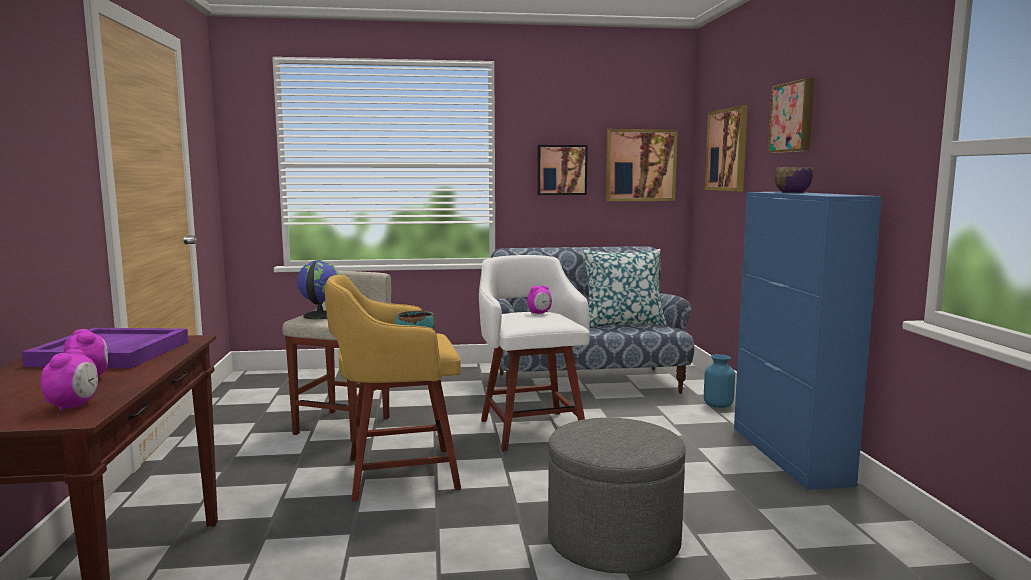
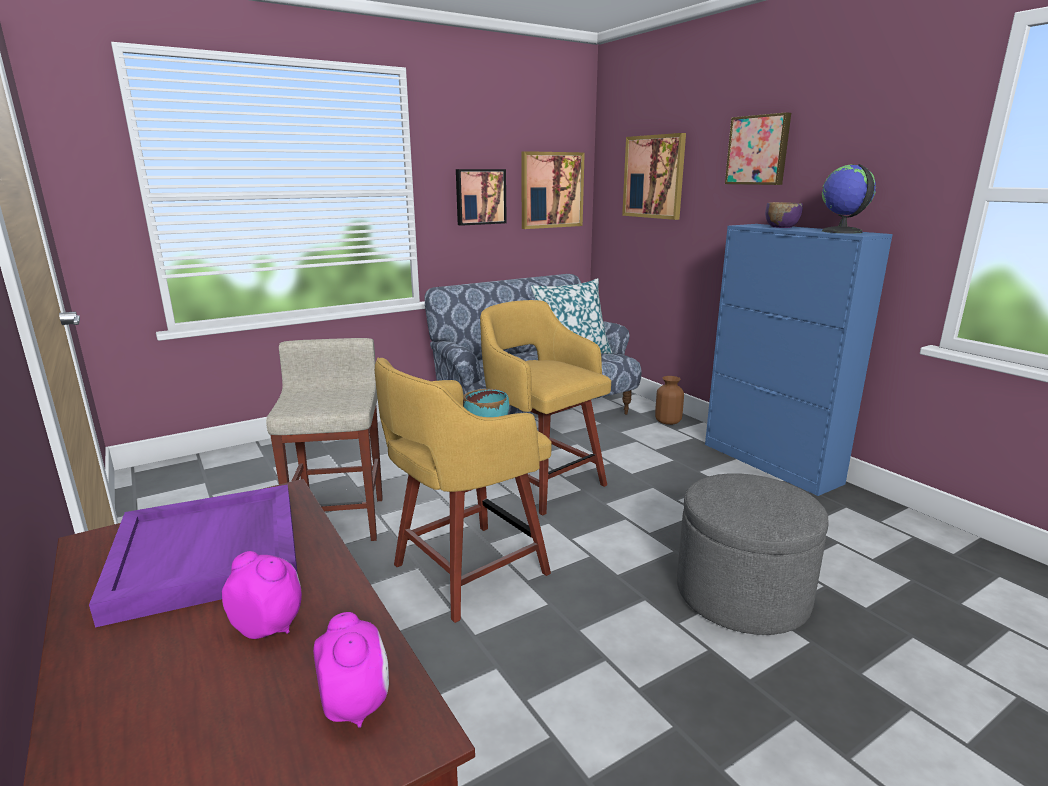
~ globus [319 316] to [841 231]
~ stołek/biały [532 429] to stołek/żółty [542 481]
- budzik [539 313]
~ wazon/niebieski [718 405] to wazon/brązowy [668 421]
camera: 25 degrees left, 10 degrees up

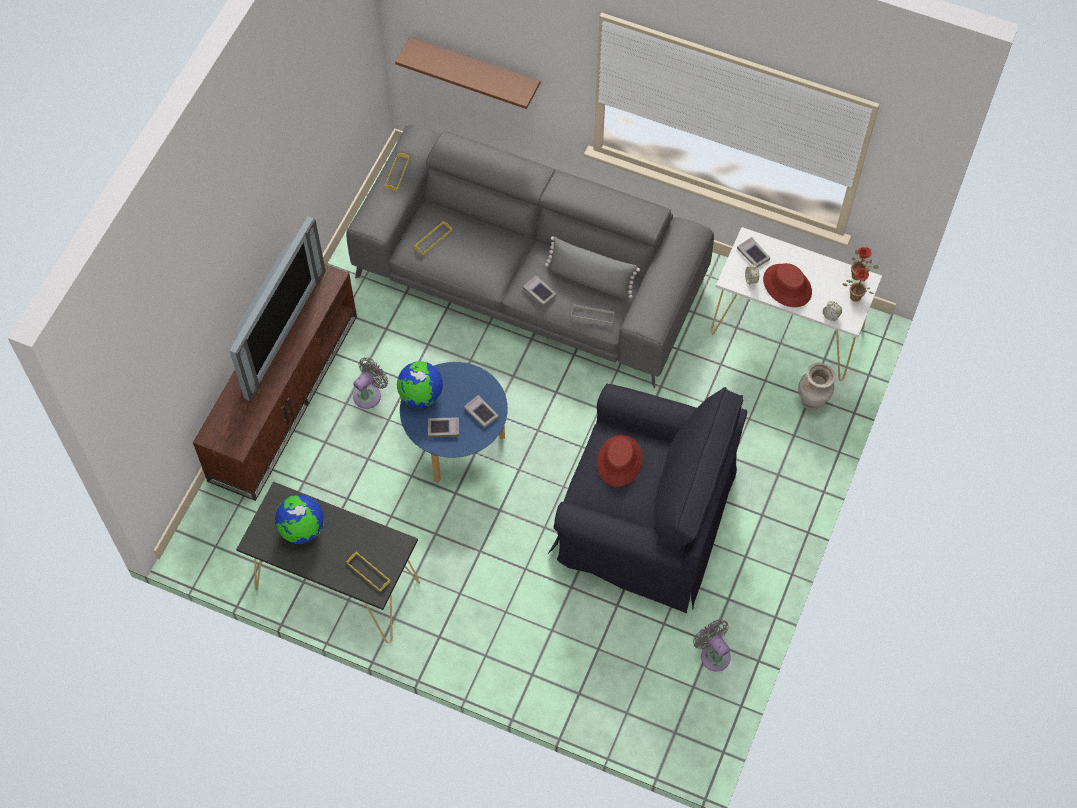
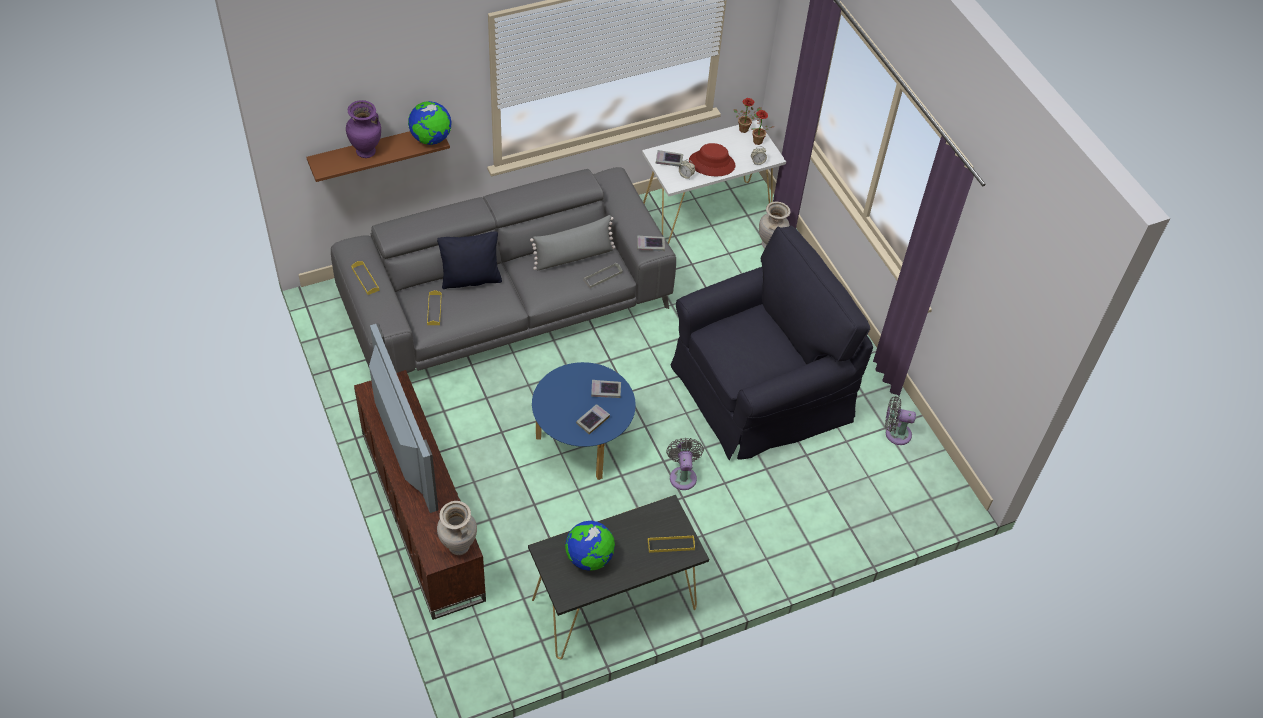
~ wentylator/szary [369 394] to [683 475]
~ globus [421 395] to [431 139]
~ książka [539 292] to [650 245]
- kapelusz/czerwony [619 461]
+ wazon/fioletowy [366 152]
+ poduszka/czarny [471 279]
+ wazon/beżowy [458 547]
camera: 50 degrees left, 10 degrees down

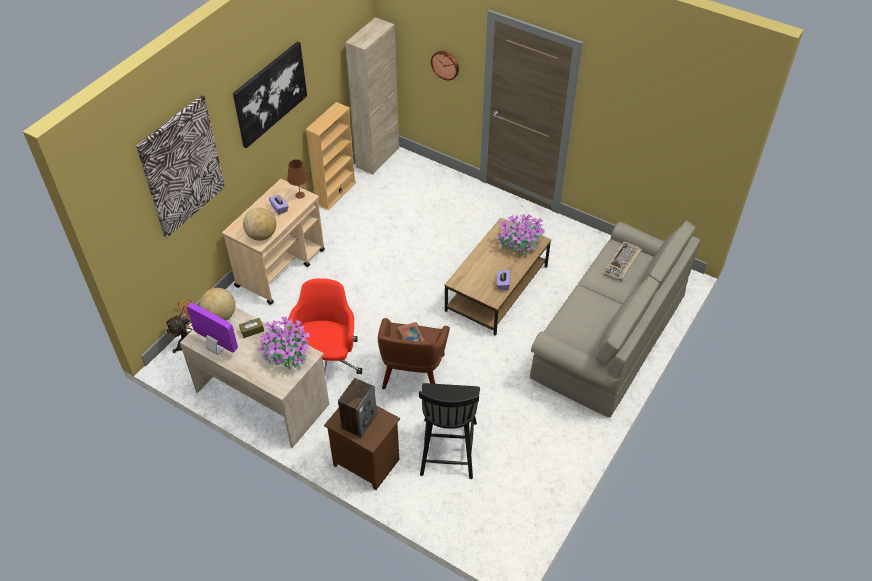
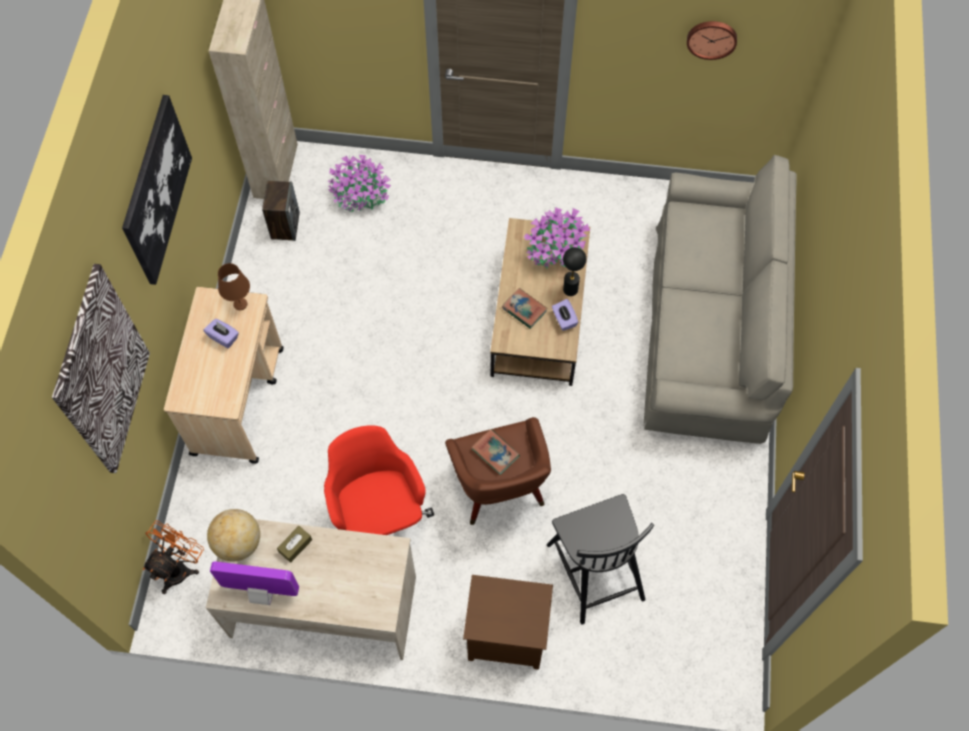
- globus [262 235]
~ roślina doniczkowa [287 354] to [360 196]
- regał/beżowy [335 193]
~ głośnik [359 421] to [285 225]
~ zegar ścienny [445 64] to [711 38]
- klawiatura [622 263]
+ książka [524 310]
+ lampa stołowa/czarny [570 289]
camera: 25 degrees left, 15 degrees up

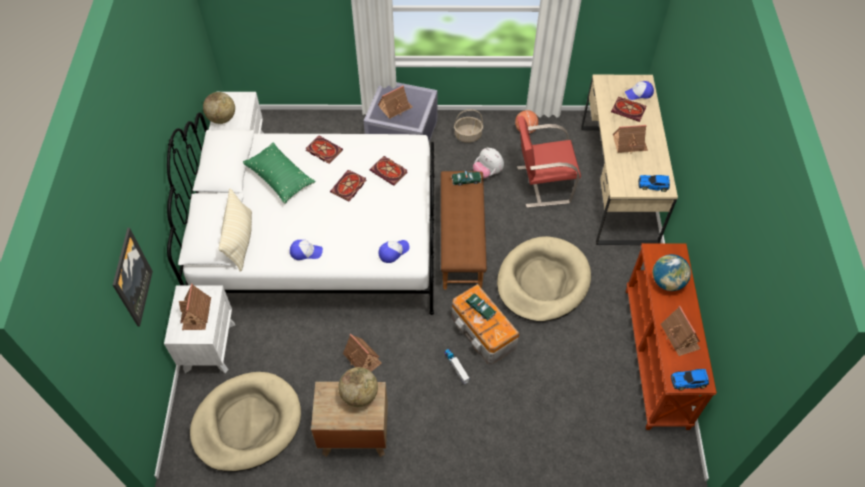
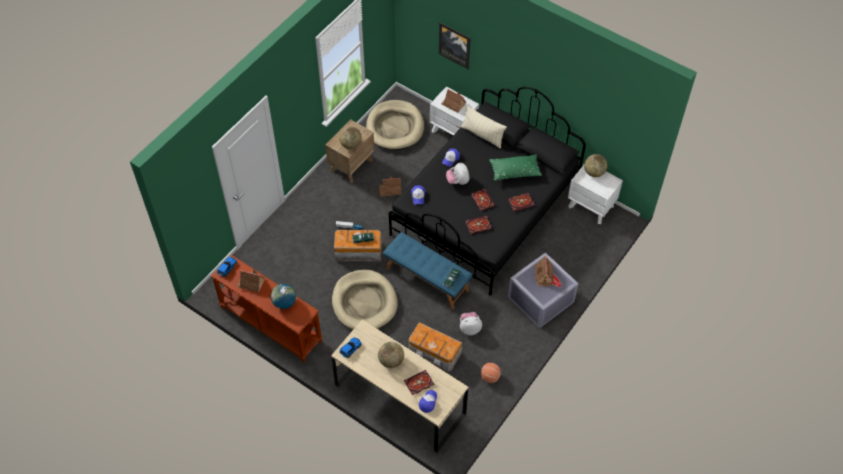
~ łóżko/biały [320 241] to łóżko/czarny [485 210]
~ ławka/brązowy [460 241] to ławka/niebieski [427 279]
- koszyk [468 135]
~ krzesło/czerwony [542 184] to pojemnik do przechowywania [435 353]
~ domek [629 144] to globus [391 361]
+ pluszak [458 181]
camera: 125 degrees right, 0 degrees up

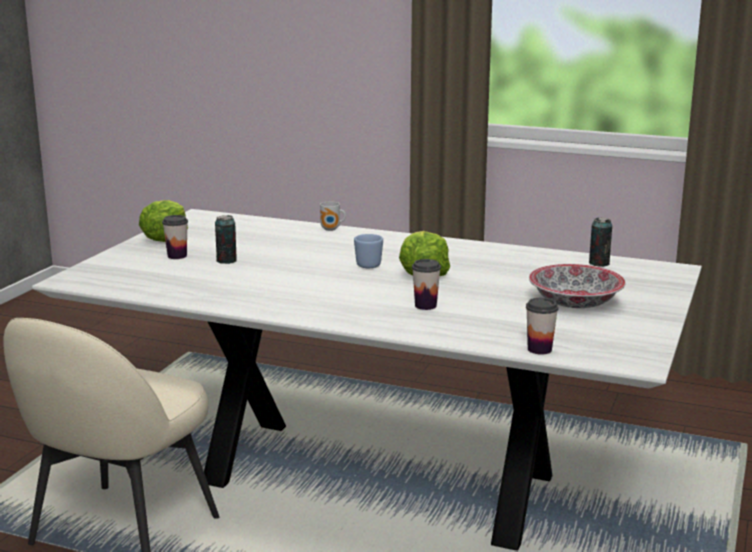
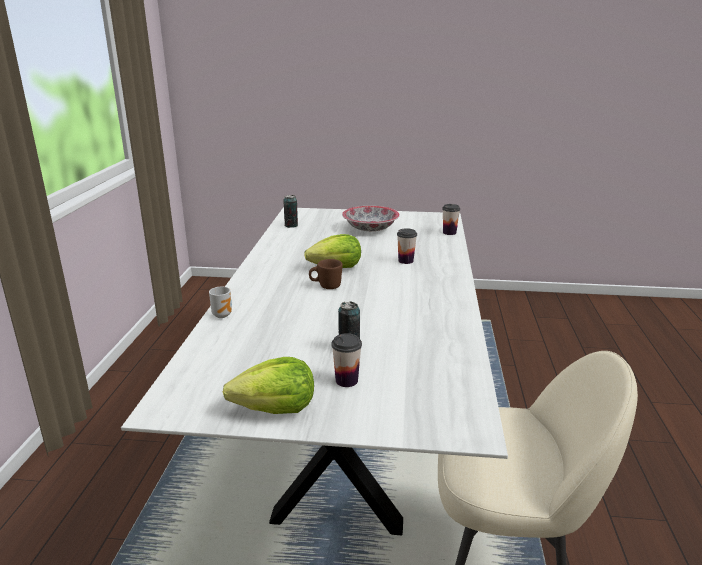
~ kubek/niebieski [369 264] to kubek/brązowy [326 286]
camera: 105 degrees left, 5 degrees up

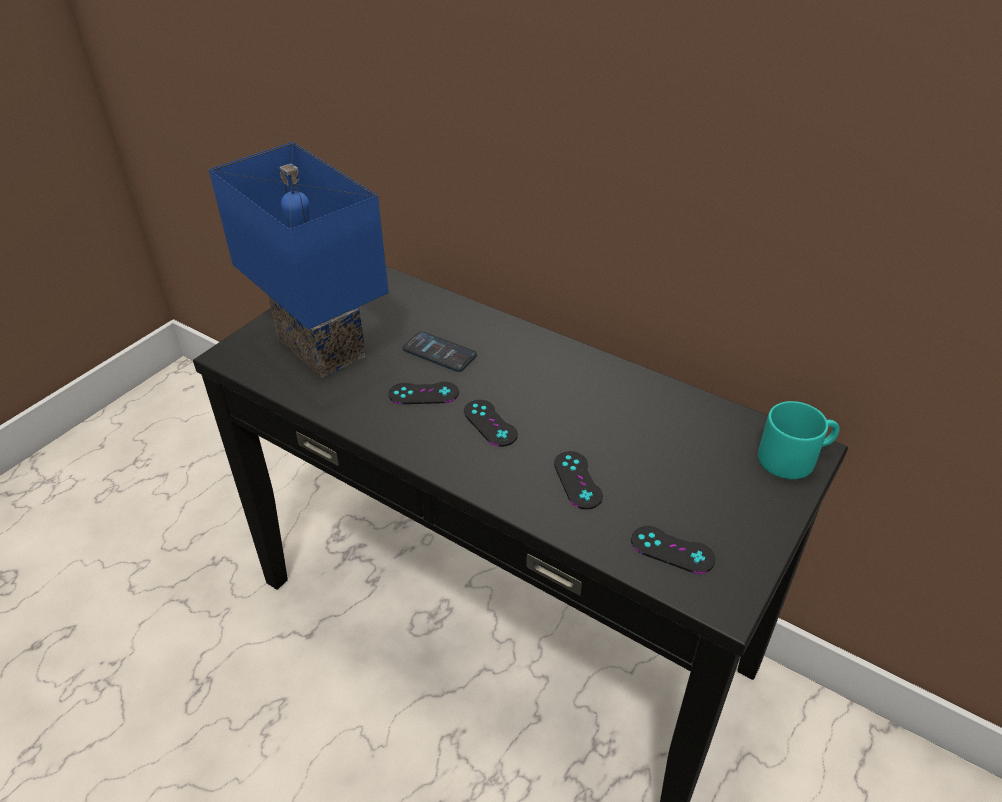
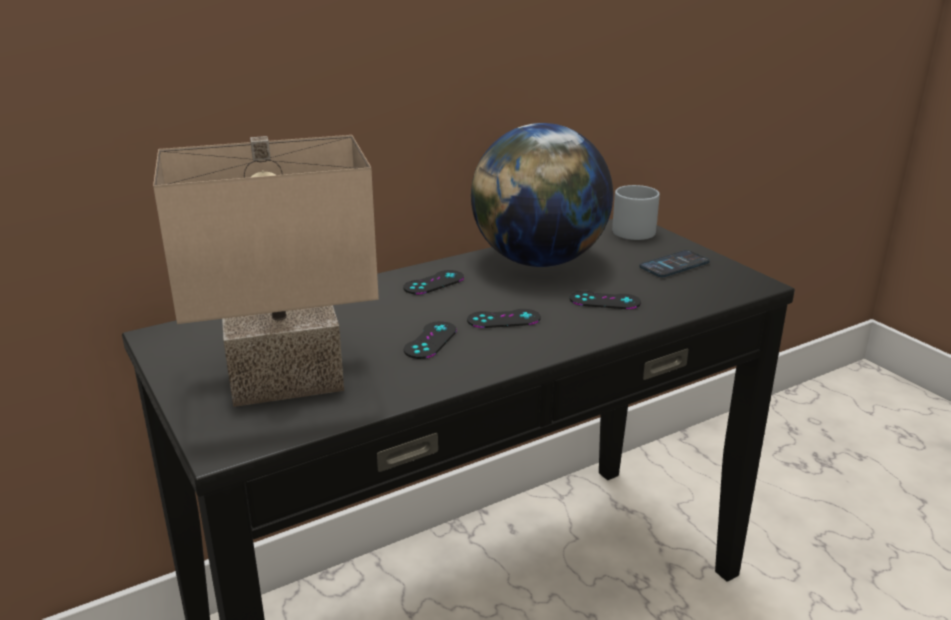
~ lampa stołowa/niebieski [316 348] to lampa stołowa/beżowy [285 385]
~ telefon [439 352] to [674 265]
~ pad do gier/czarny [672 550] to [434 283]
~ kubek/turkusowy [794 457] to kubek/szary [633 229]
+ globus [539 261]
camera: 65 degrees left, 15 degrees down

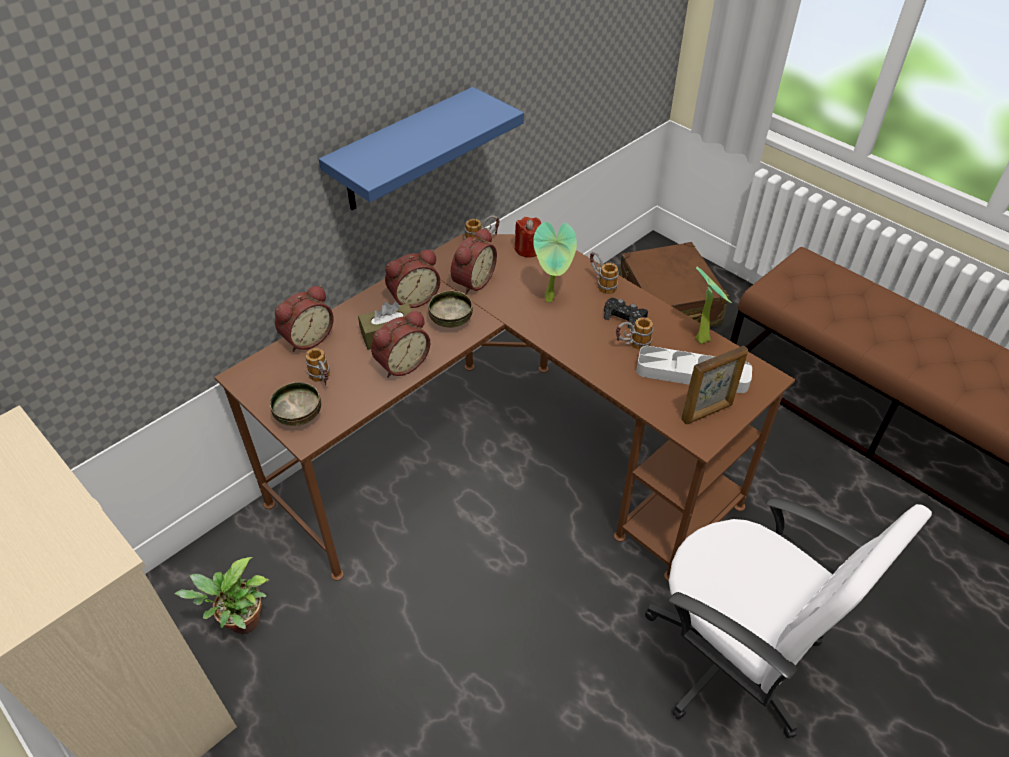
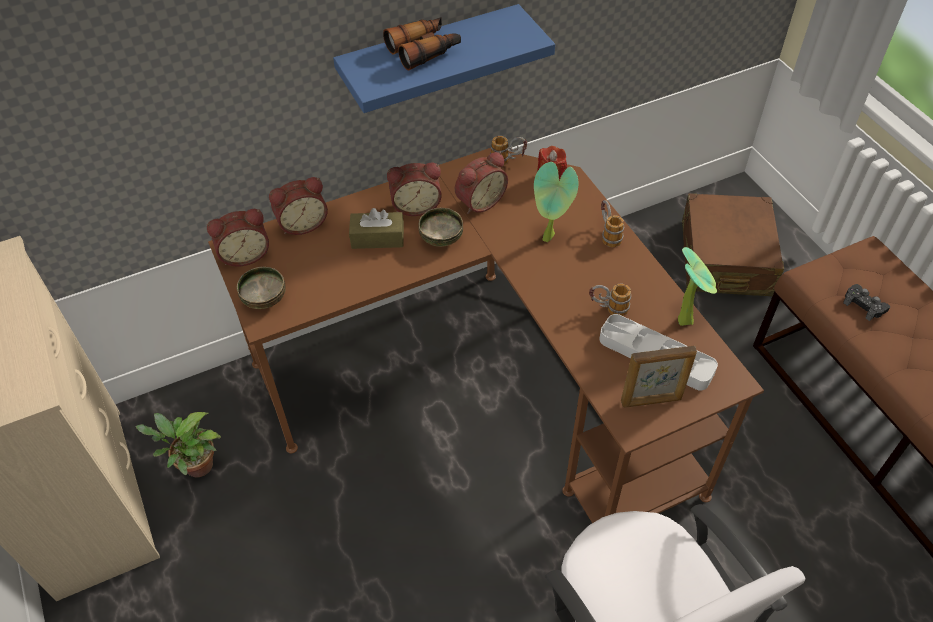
- kubek [323 381]
~ budzik [401 363] to [244 254]
~ pad do gier/czarny [624 316] to [864 305]
+ lornetka [424 50]
camera: 20 degrees right, 5 degrees up

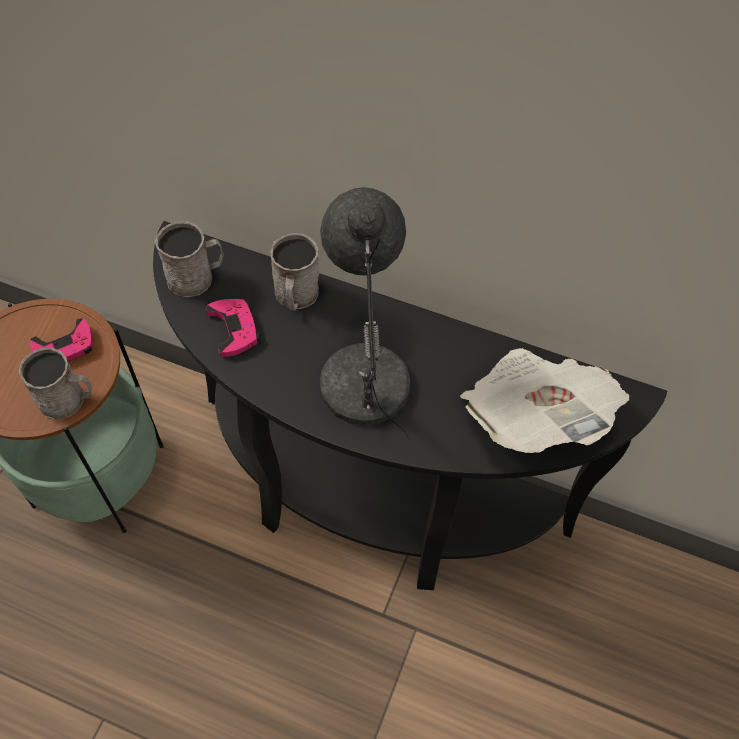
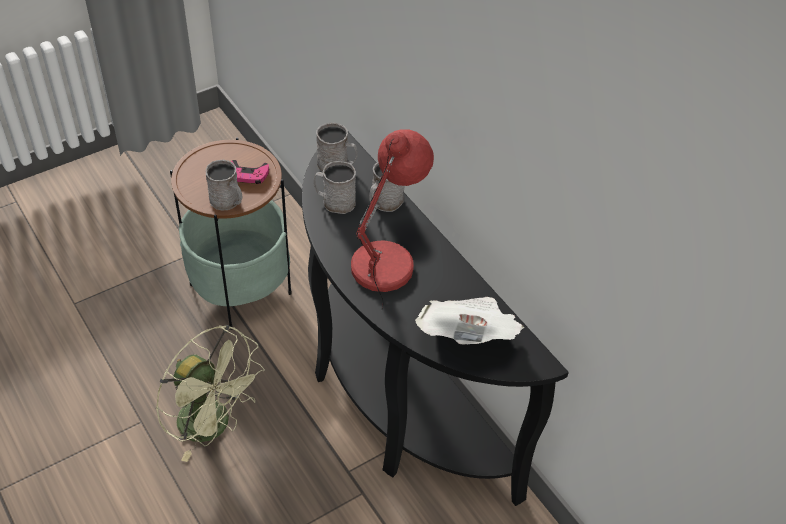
~ pad do gier/różowy [234 329] to kubek/szary [334 202]
~ lampa stołowa/szary [365 374] to lampa stołowa/czerwony [387 263]
+ wentylator/zielony [214 426]
camera: 35 degrees right, 10 degrees down

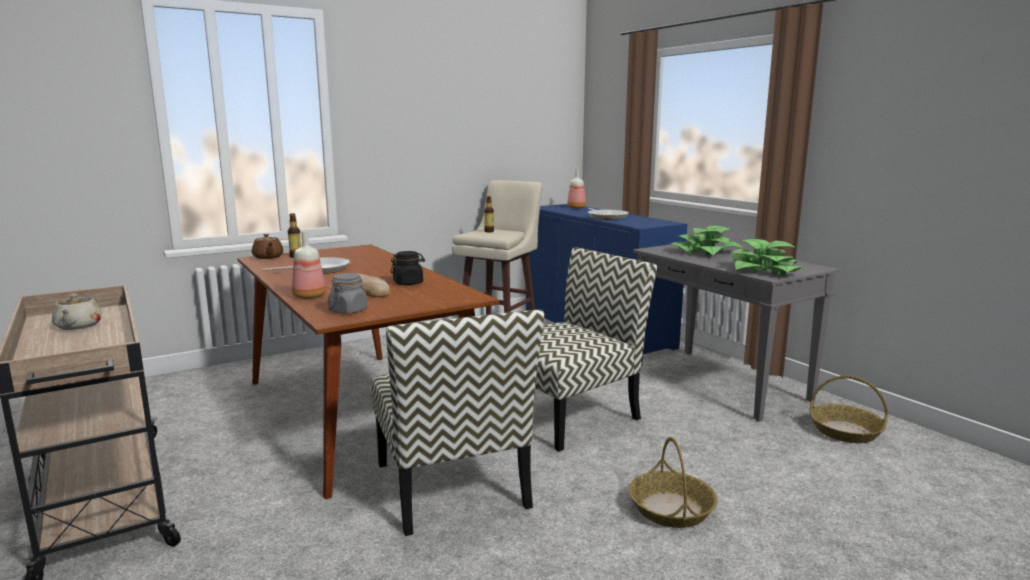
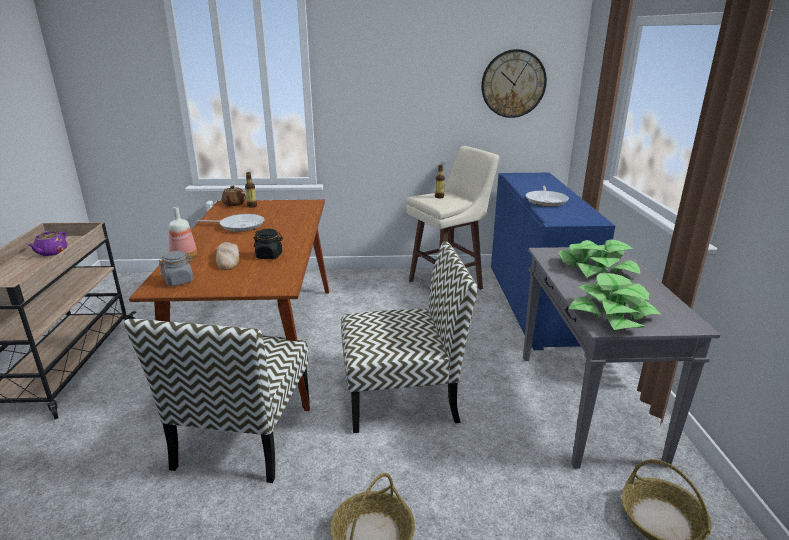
~ imbryk/beżowy [78 326] to imbryk/fioletowy [51 252]
- butelka [576 207]
+ zegar ścienny [513 84]
camera: 30 degrees right, 10 degrees up

